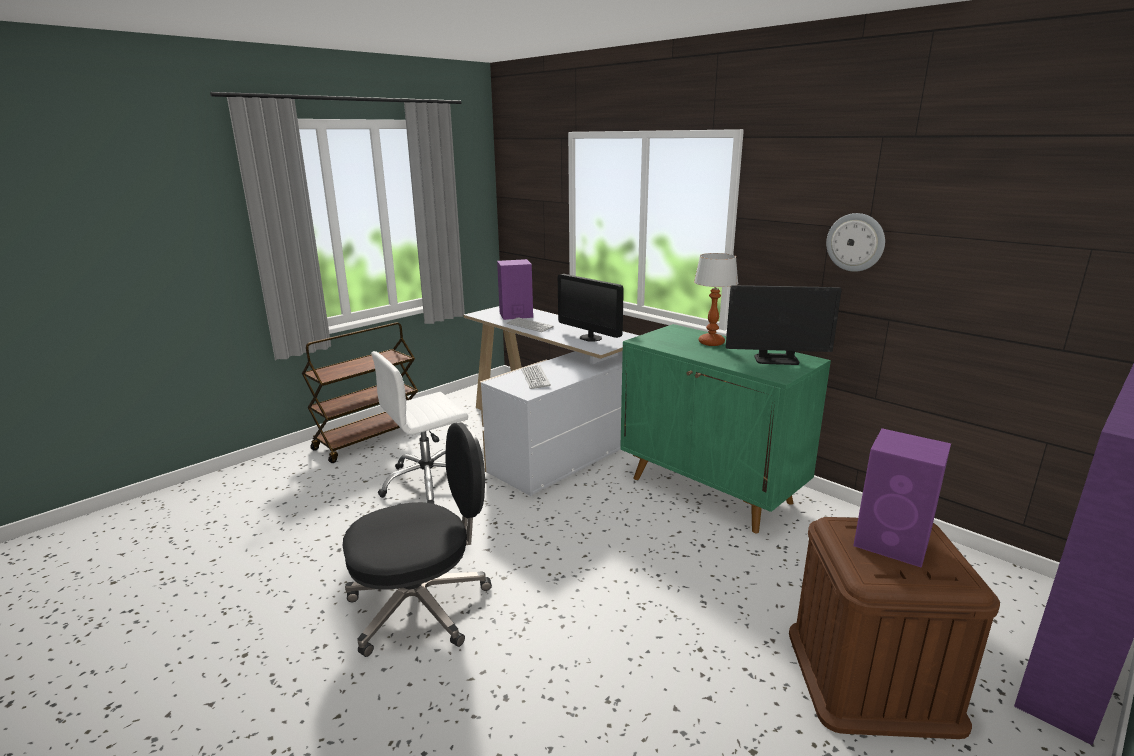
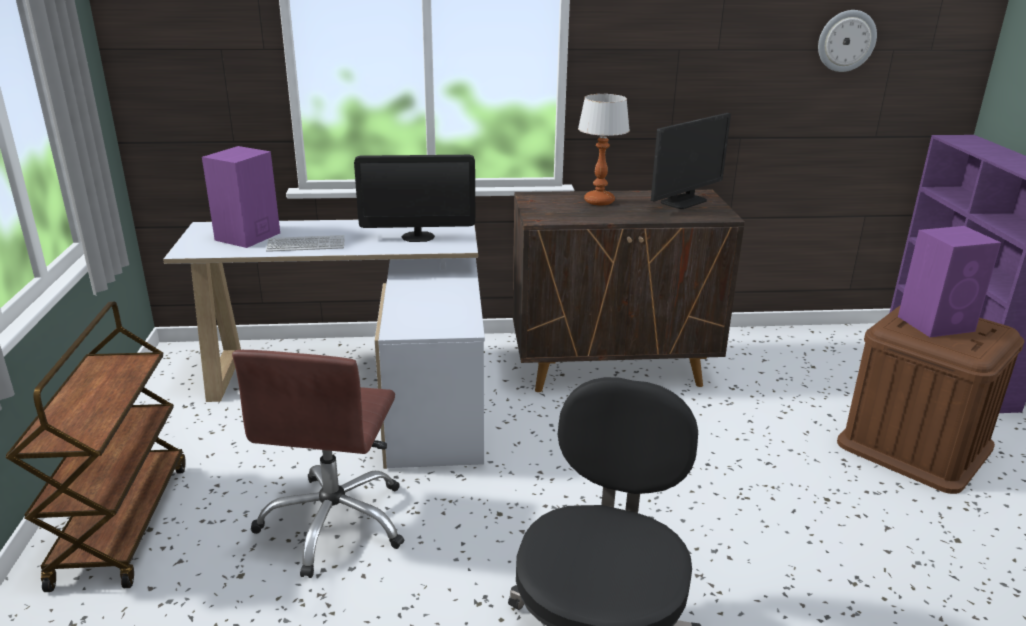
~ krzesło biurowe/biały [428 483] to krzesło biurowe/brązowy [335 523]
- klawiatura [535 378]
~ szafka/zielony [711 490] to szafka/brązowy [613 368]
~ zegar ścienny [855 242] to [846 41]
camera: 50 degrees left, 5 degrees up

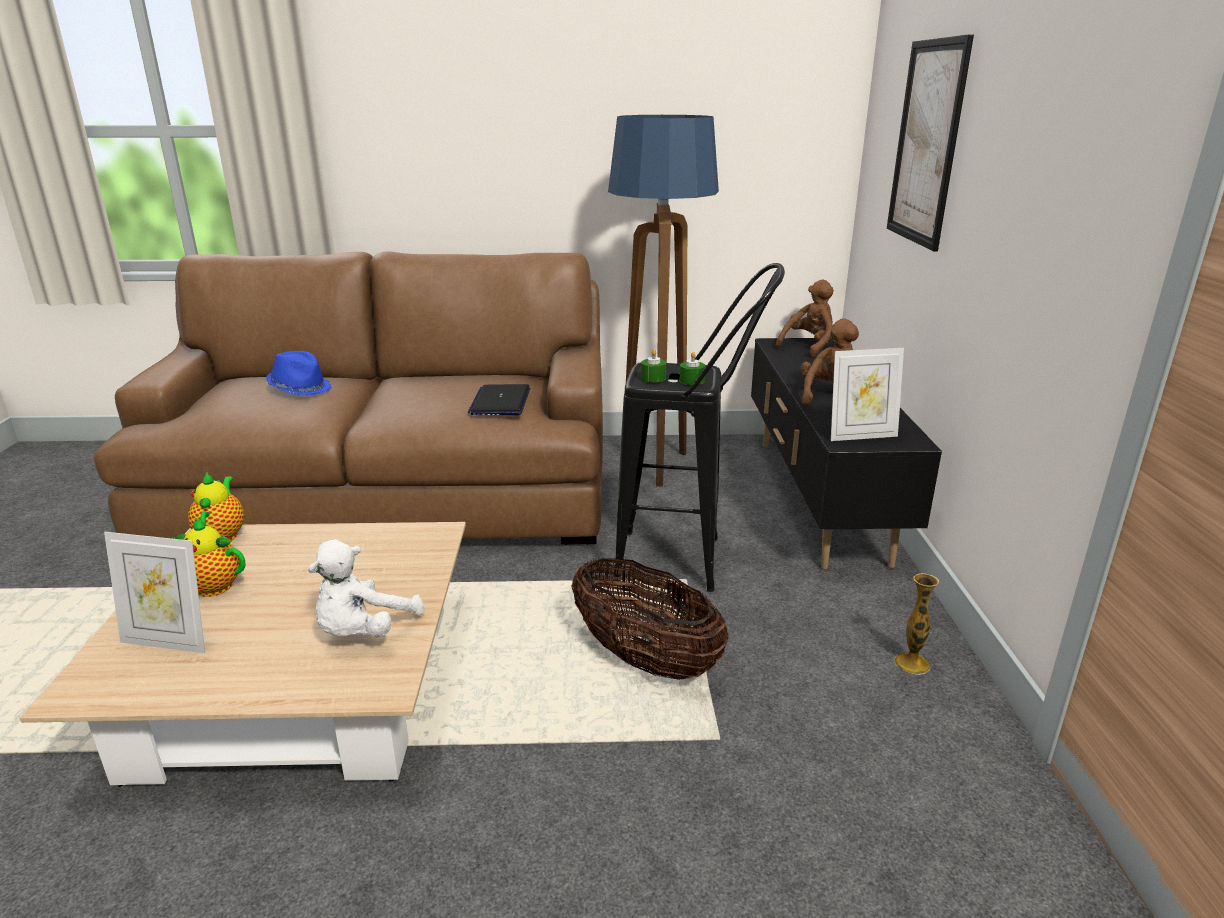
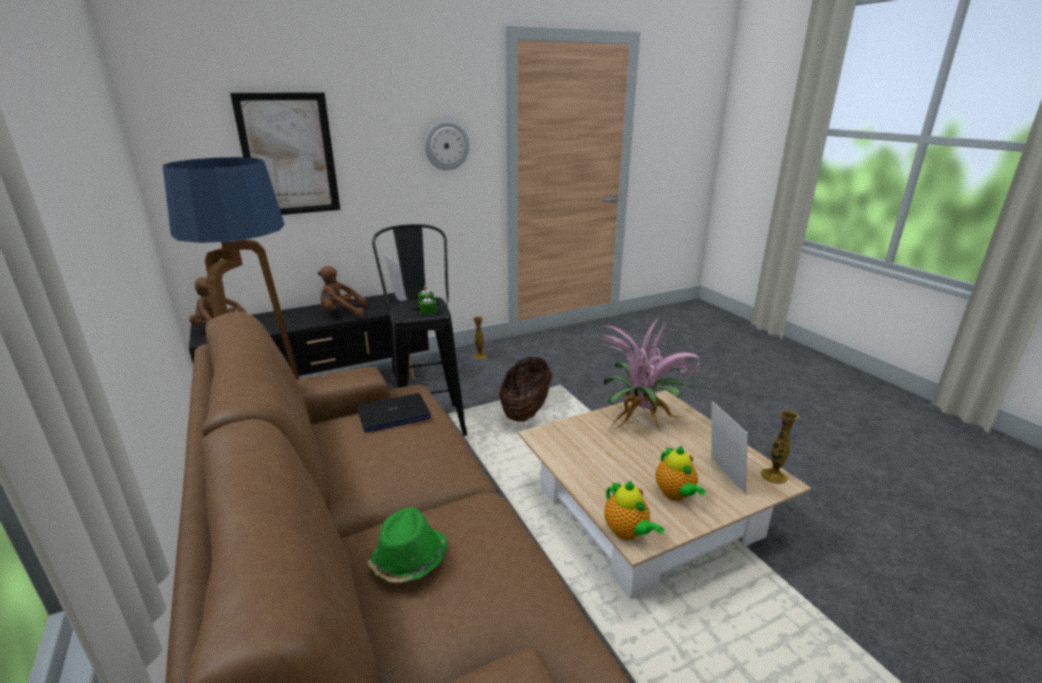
~ imbryk [222 535] = [627 532] 90 degrees counterclockwise
~ kapelusz/niebieski [300 389] to kapelusz/zielony [409 560]
~ pluszak/biały [364 632] to roślina doniczkowa [643 419]
+ zegar ścienny [446 145]
+ wazon [773 476]
camera: 115 degrees left, 0 degrees up

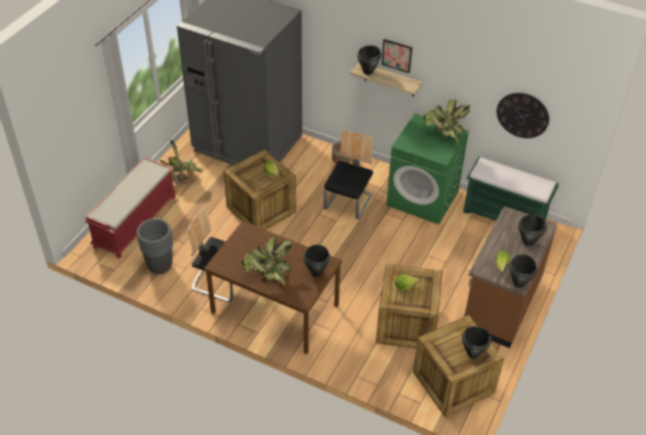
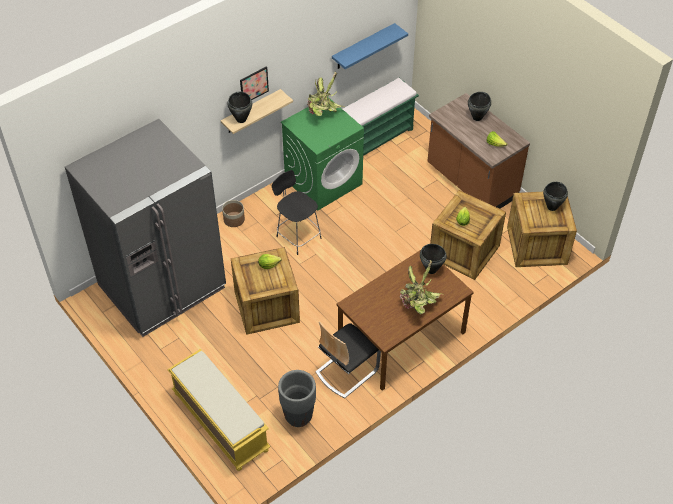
~ ławka/czerwony [135 220] to ławka/żółty [219 421]
- roślina doniczkowa [184 178]
~ krzesło [348 202] to stołek/czarny [297 236]
~ zegar ścienny [522 115] to półka/niebieski [363 47]
- garnek/czarny [519 283]
camera: 65 degrees left, 5 degrees up

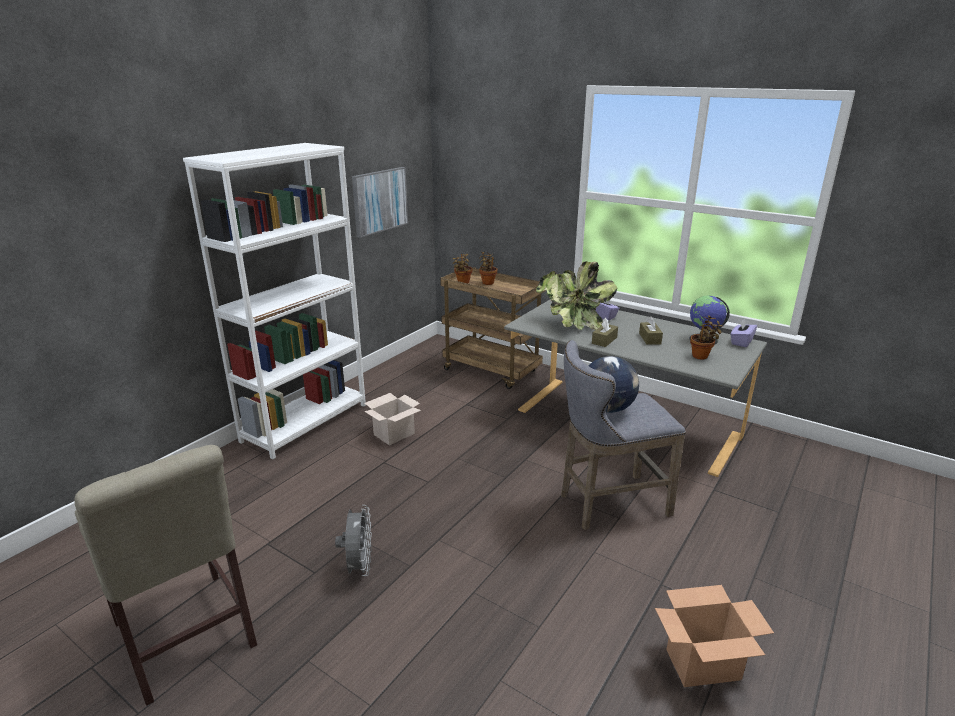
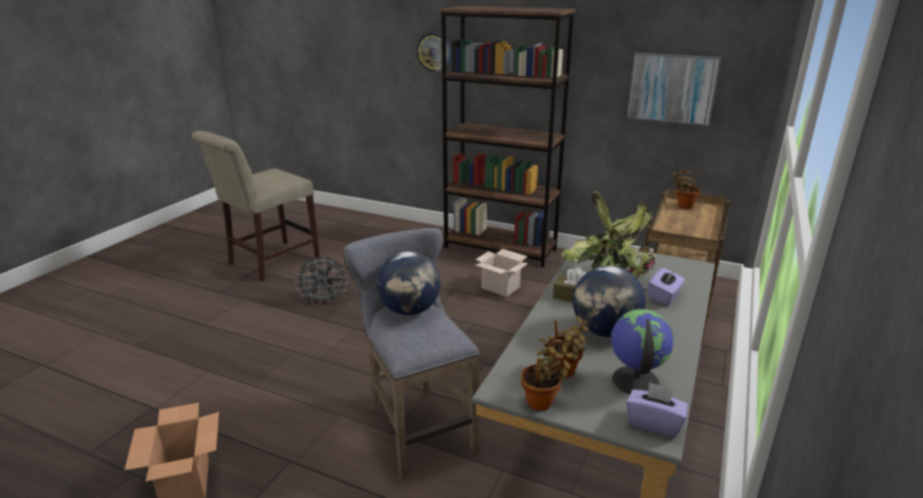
~ regał/biały [305 422] to regał/brązowy [500 248]
~ roślina doniczkowa [487 282] to [542 402]
~ pudełko chusteczek/brązowy [649 338] to globus [604 331]
+ zegar ścienny [434 52]
camera: 80 degrees right, 0 degrees up

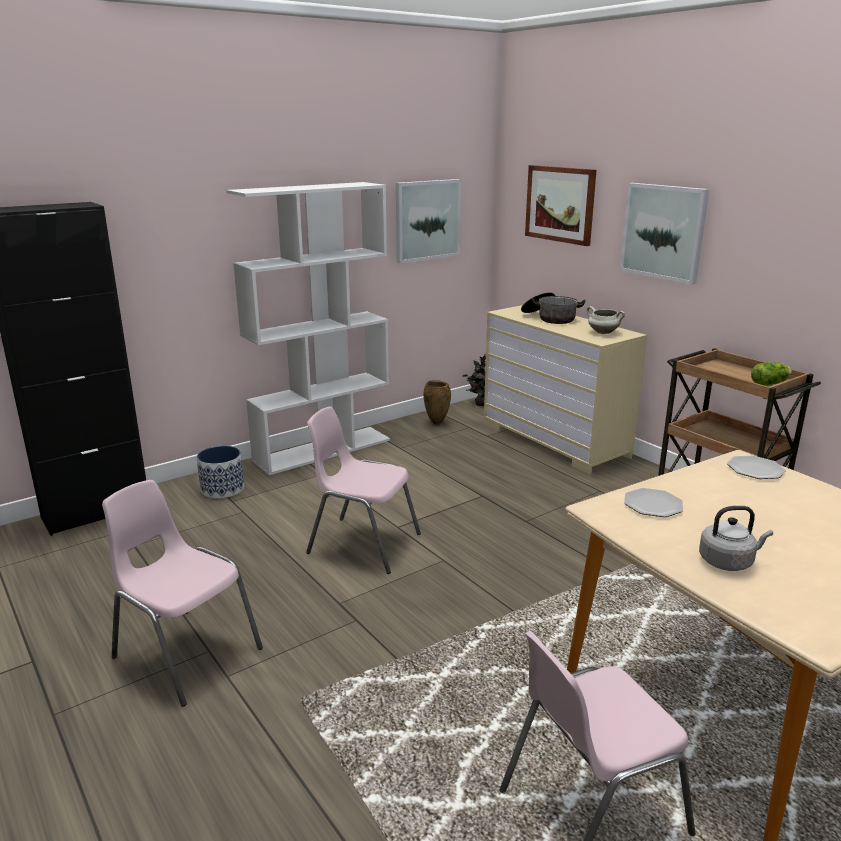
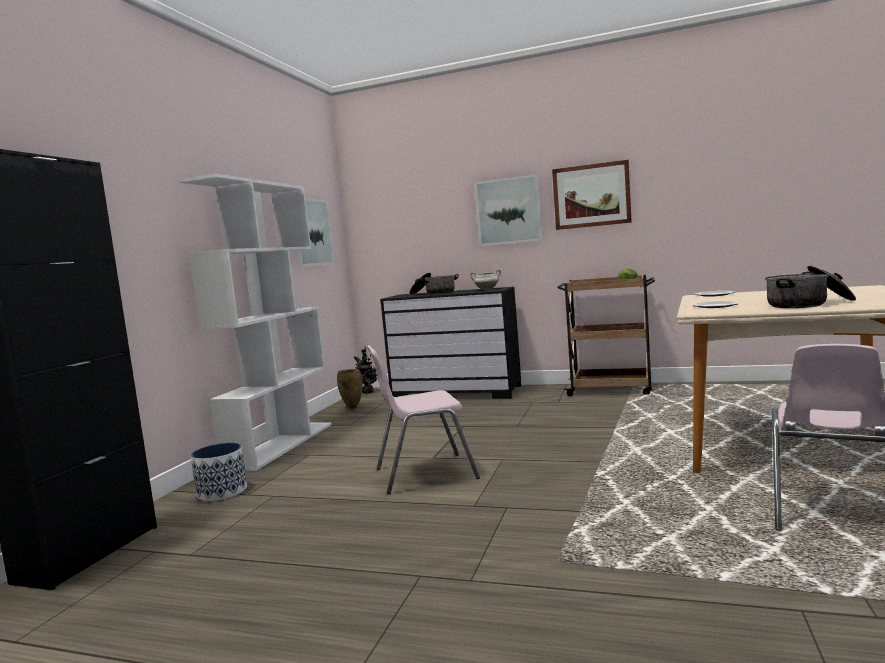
- krzesło/różowy [185 652]
~ komoda/beżowy [555 440] to komoda/czarny [457 392]
~ obraz [560 204] to [591 195]
~ czajnik/szary [728 562] to garnek [809 304]
camera: 35 degrees left, 15 degrees down

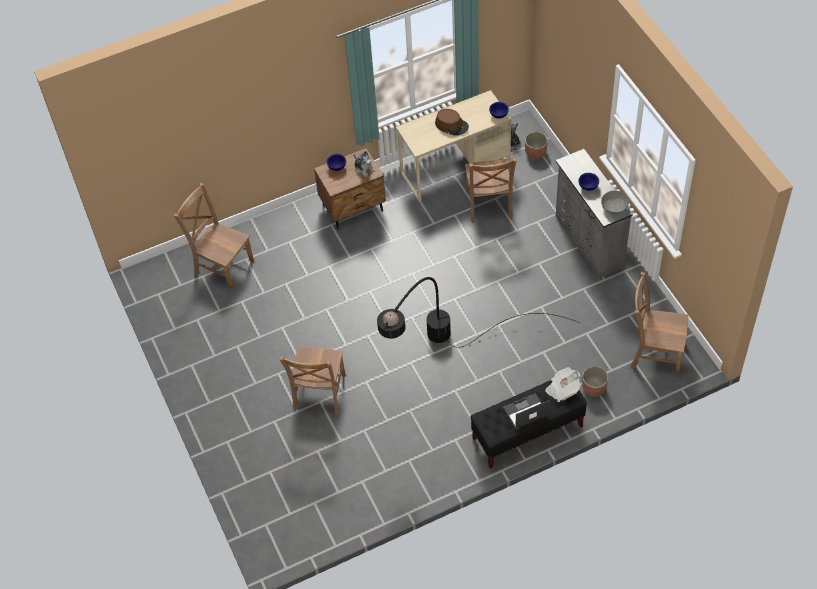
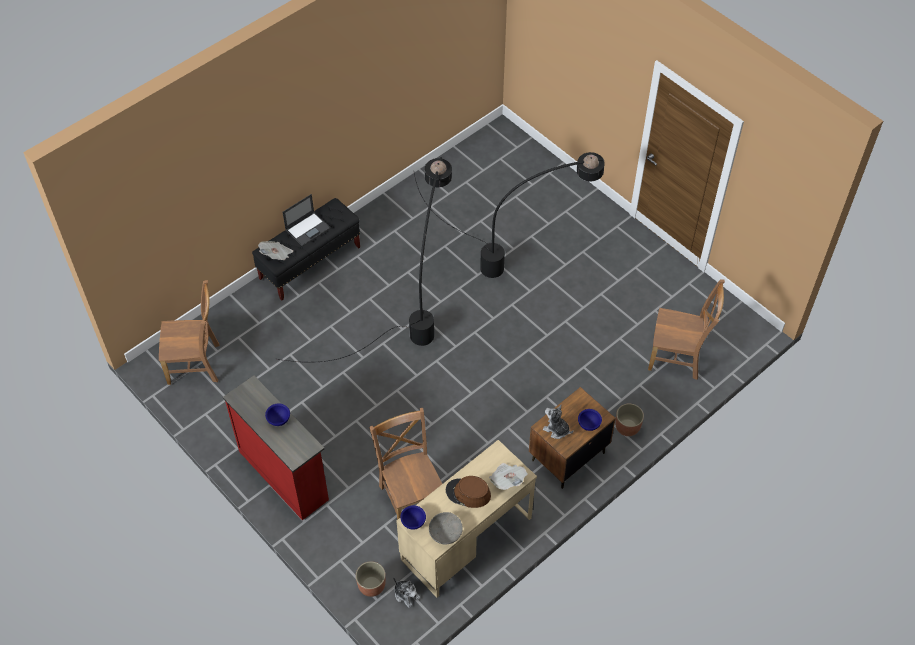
~ krzesło/brązowy [319 394] to lampa stojąca/czarny [517 254]
~ komoda/szary [588 242] to komoda/czerwony [284 474]
~ donica [593 388] to [627 427]
~ miska/szary [614 207] to [445 533]
+ gazeta [507 480]
camera: 160 degrees right, 0 degrees up

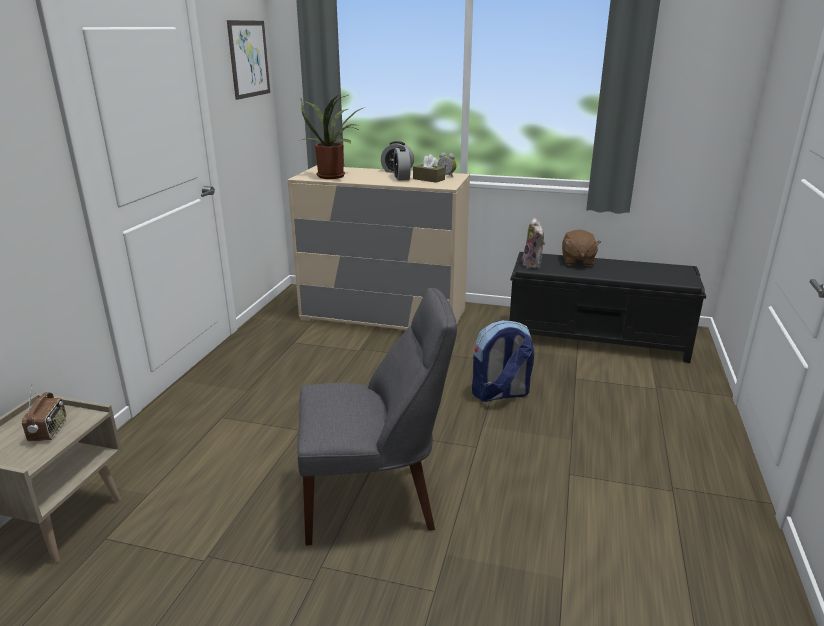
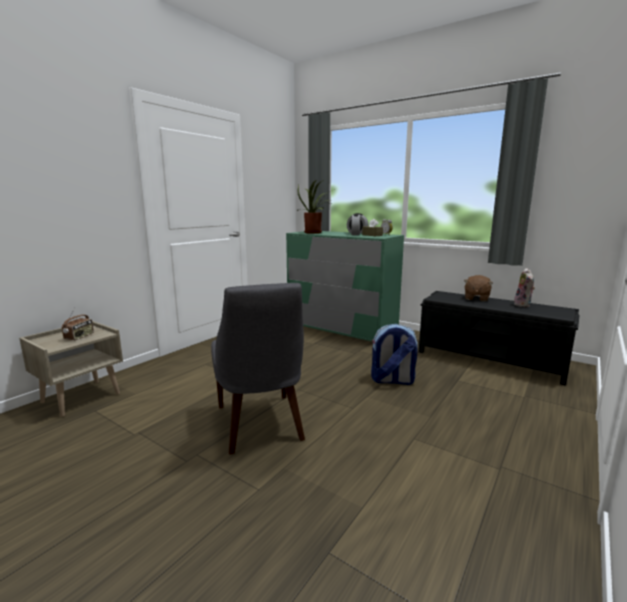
- obraz [249 59]
~ komoda/beżowy [383 316] to komoda/zielony [341 328]
~ krzesło/szary [375 501] = [260 425] 60 degrees clockwise
~ pluszak [533 265] to [523 305]
camera: 20 degrees right, 10 degrees down

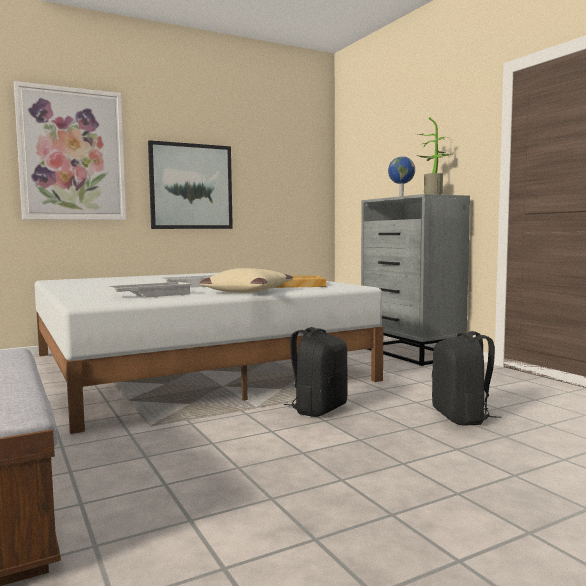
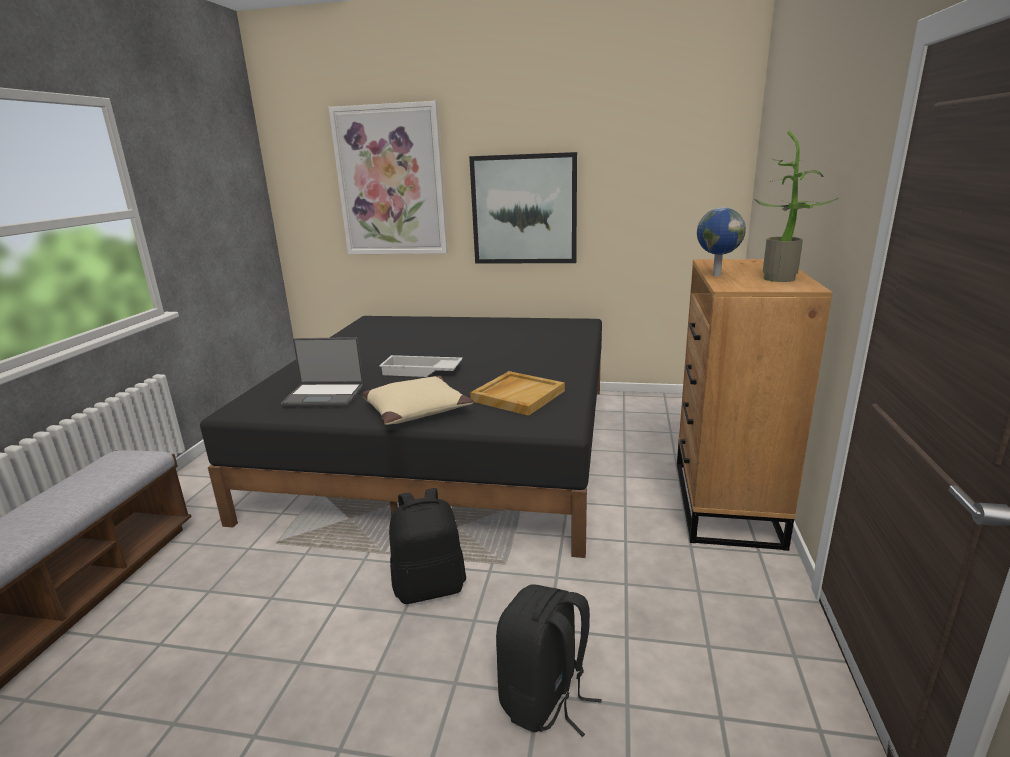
~ łóżko/biały [193 366] to łóżko/czarny [448 446]
~ taca/biały [150 295] to laptop [325 396]
~ komoda/szary [411 353] to komoda/brązowy [725 503]
camera: 40 degrees right, 15 degrees up

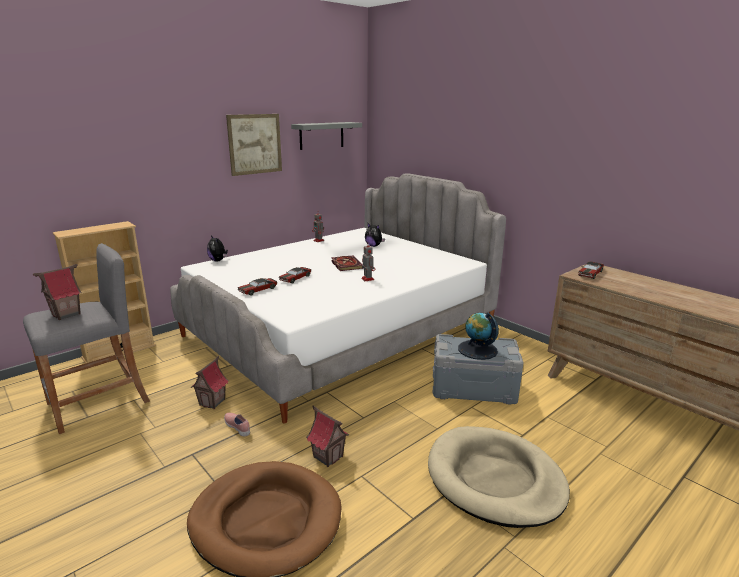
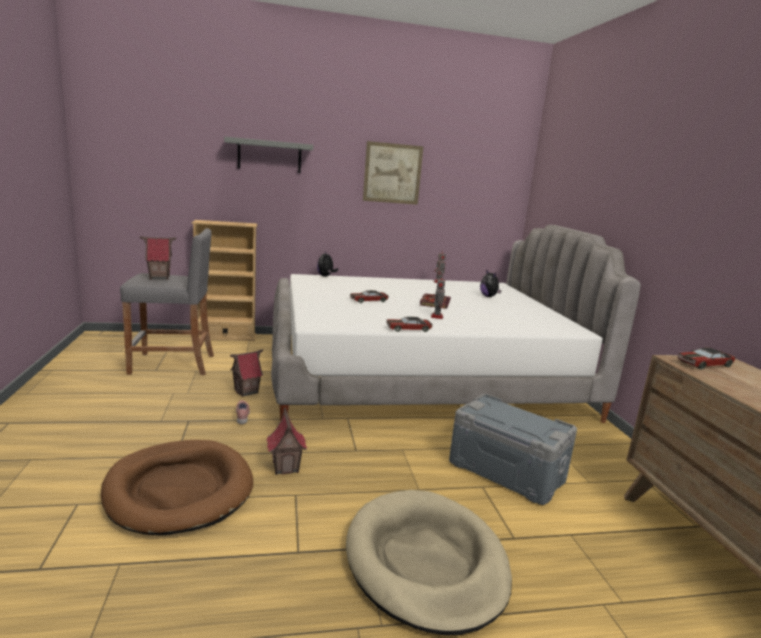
~ samochodzik [258 290] to [408 329]
~ półka/szary [321 135] to [269 156]
- globus [477 350]
camera: 30 degrees right, 5 degrees down

